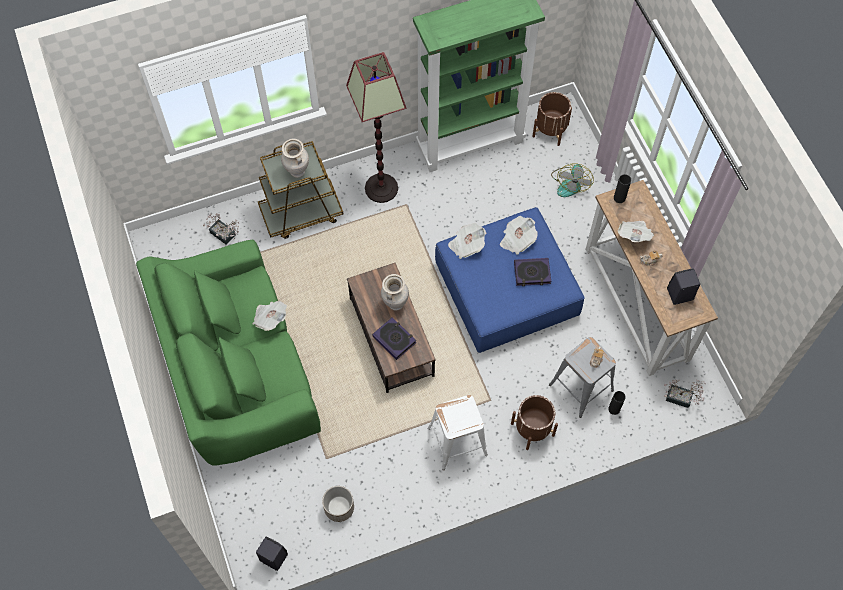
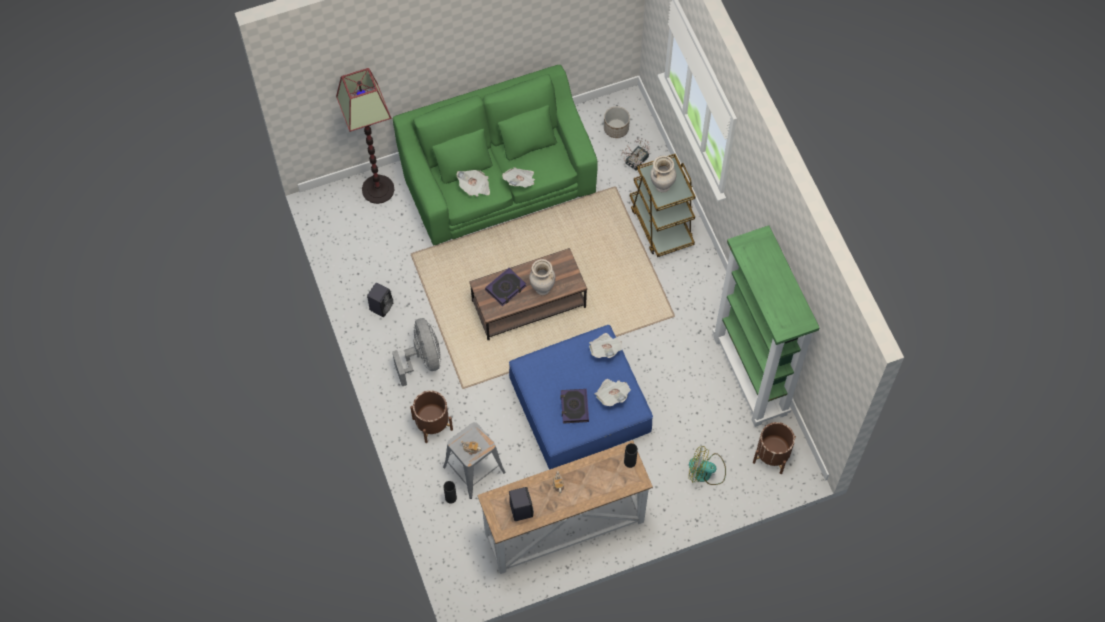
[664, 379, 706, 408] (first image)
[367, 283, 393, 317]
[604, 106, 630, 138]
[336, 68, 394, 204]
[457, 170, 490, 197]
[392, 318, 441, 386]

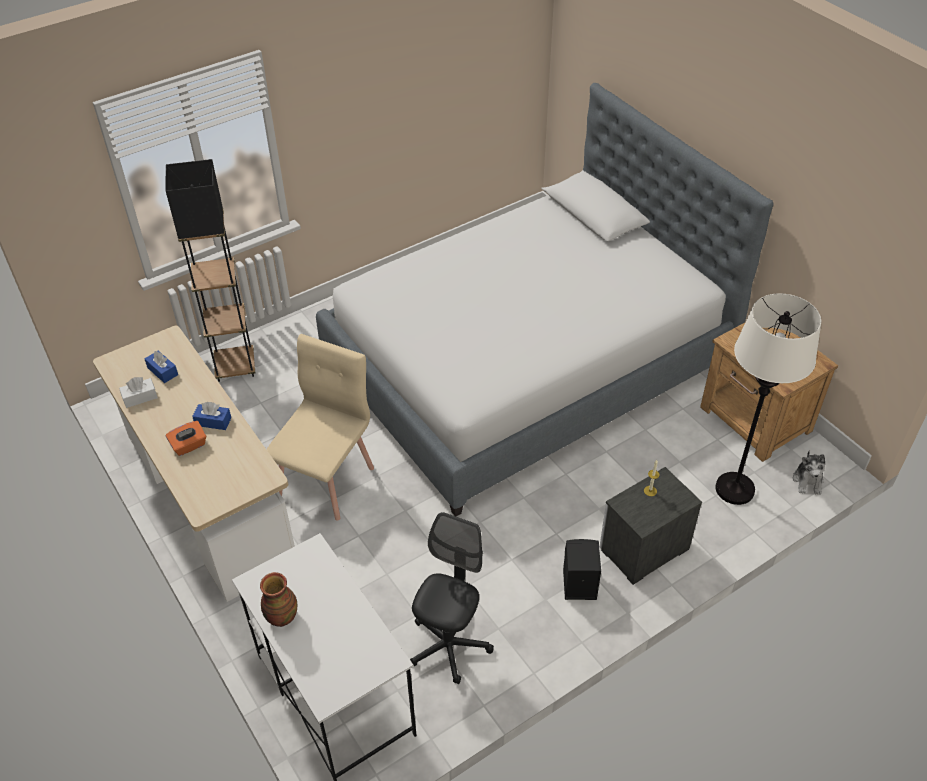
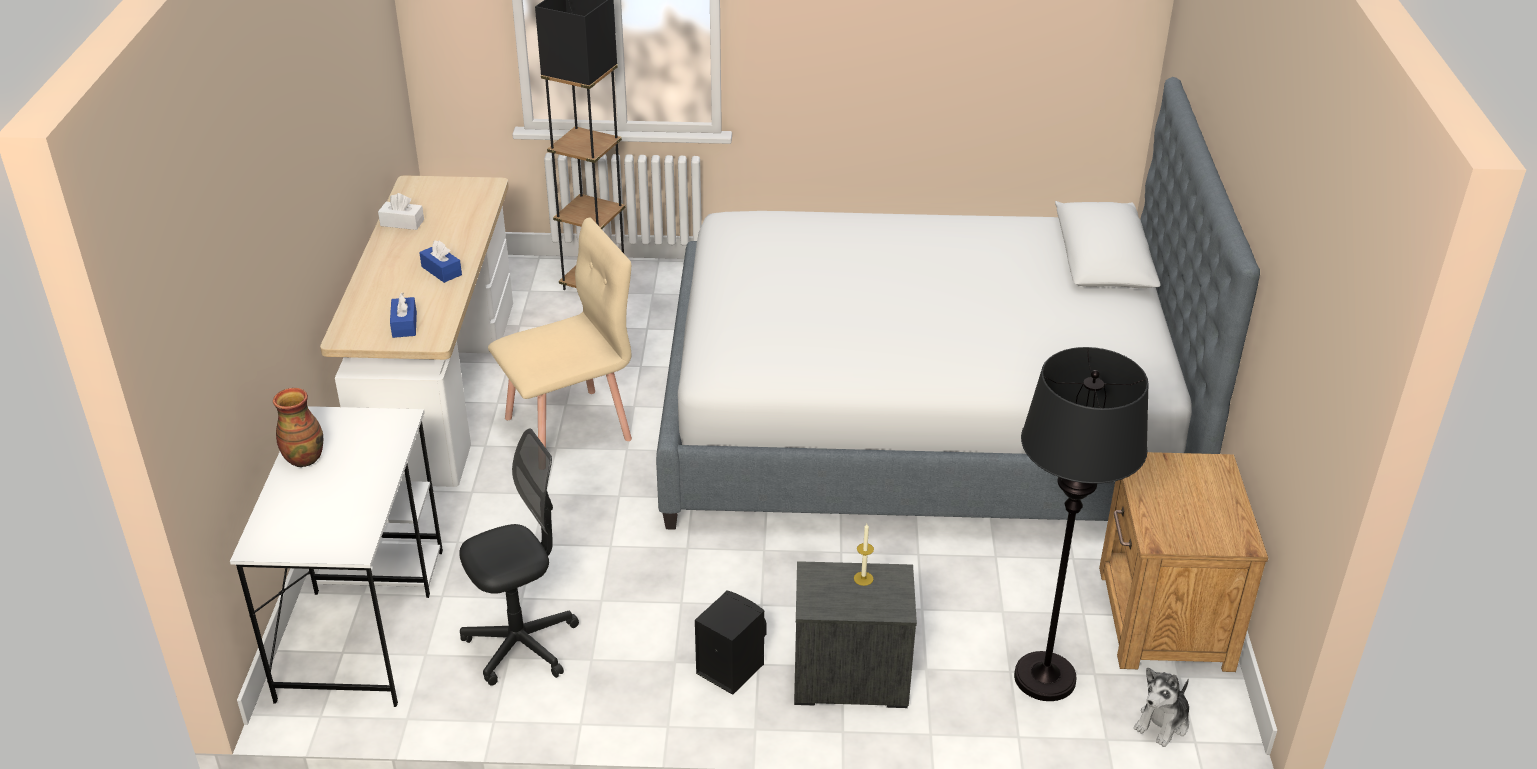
[166, 421, 206, 456] (first image)
[390, 292, 417, 338]
[1014, 347, 1149, 701]

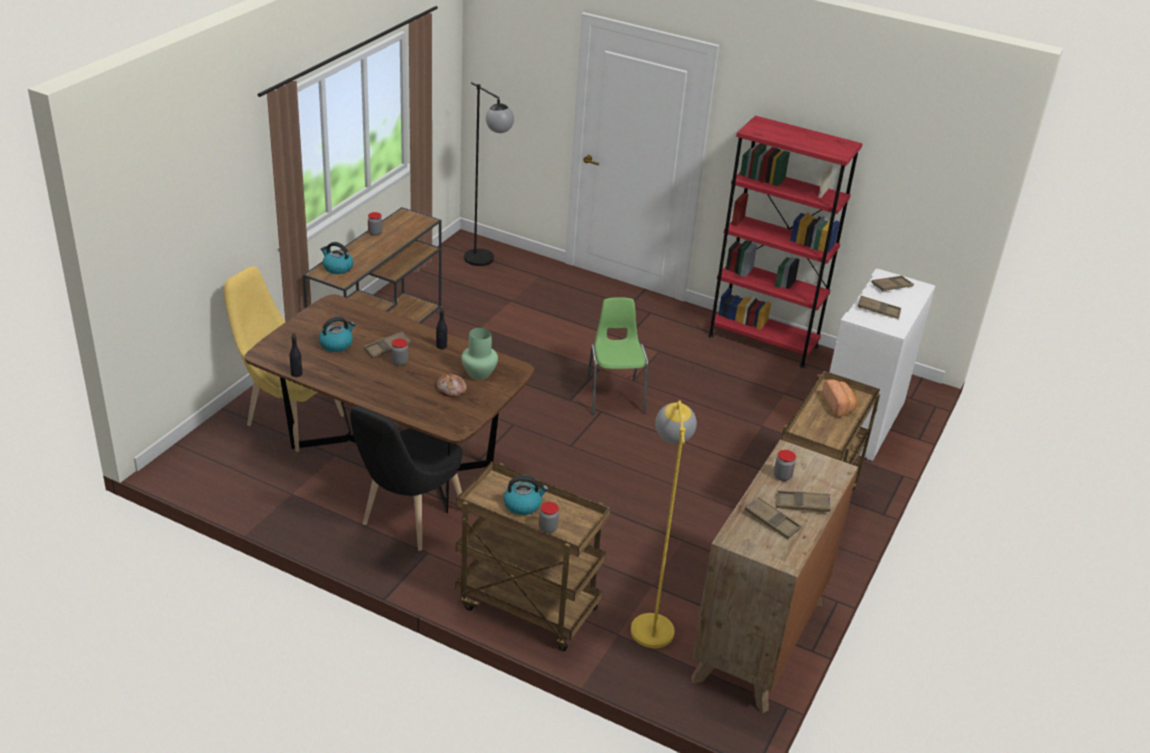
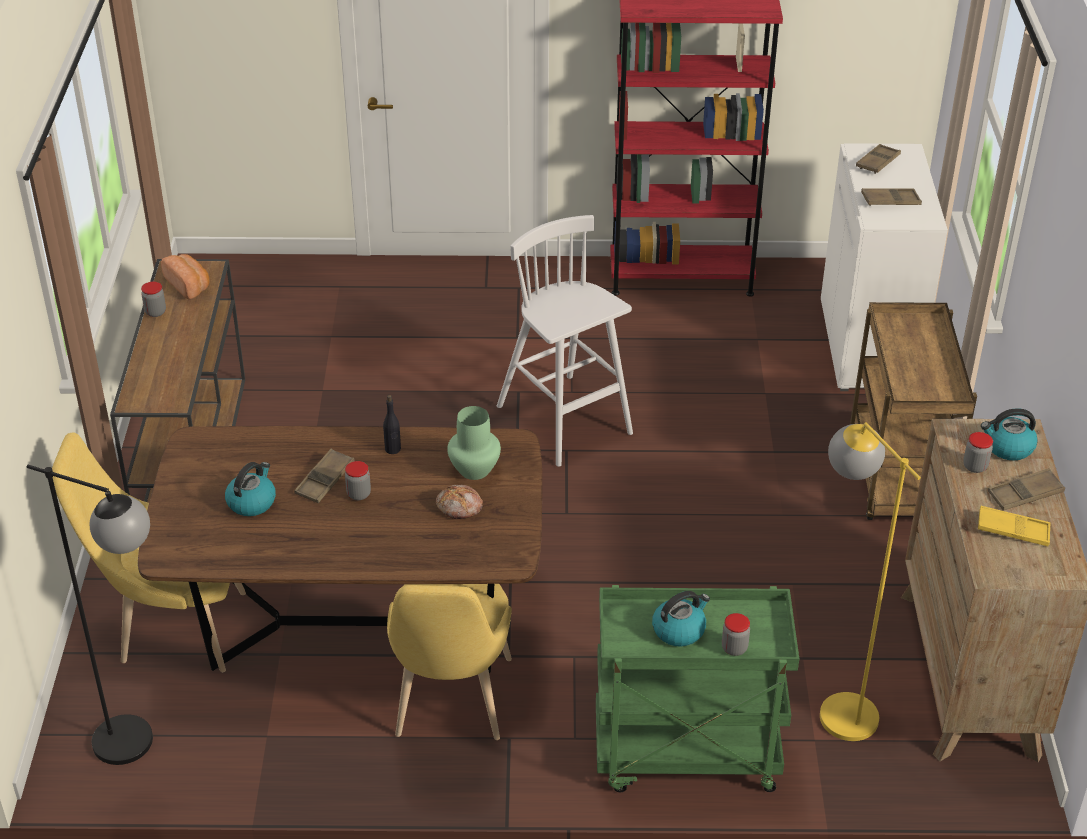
[290, 332, 302, 377] (first image)
[981, 408, 1038, 460]
[27, 465, 153, 765]
[161, 254, 209, 299]
[497, 215, 633, 467]
[387, 584, 512, 740]
[596, 585, 799, 792]
[978, 506, 1051, 546]

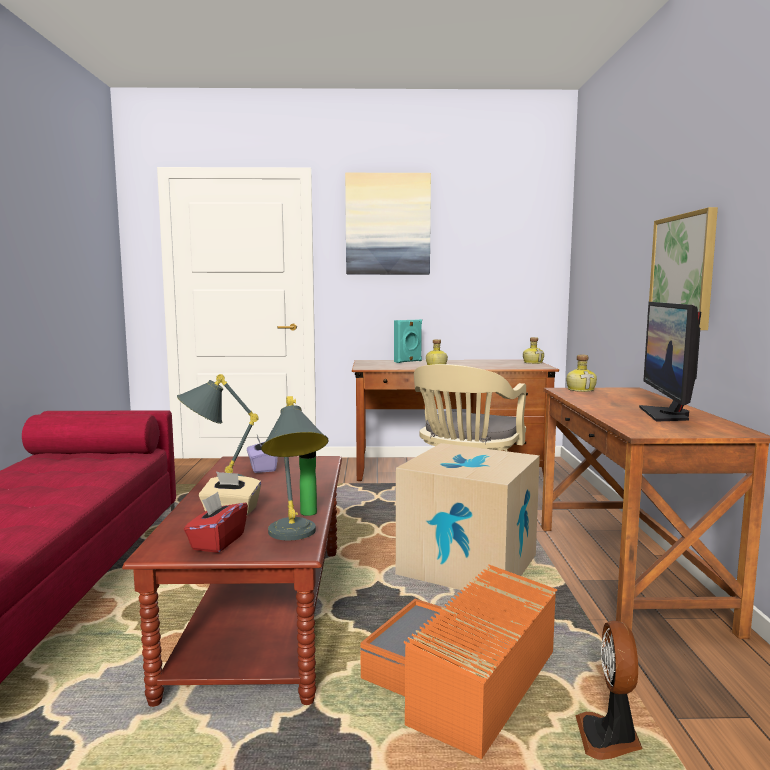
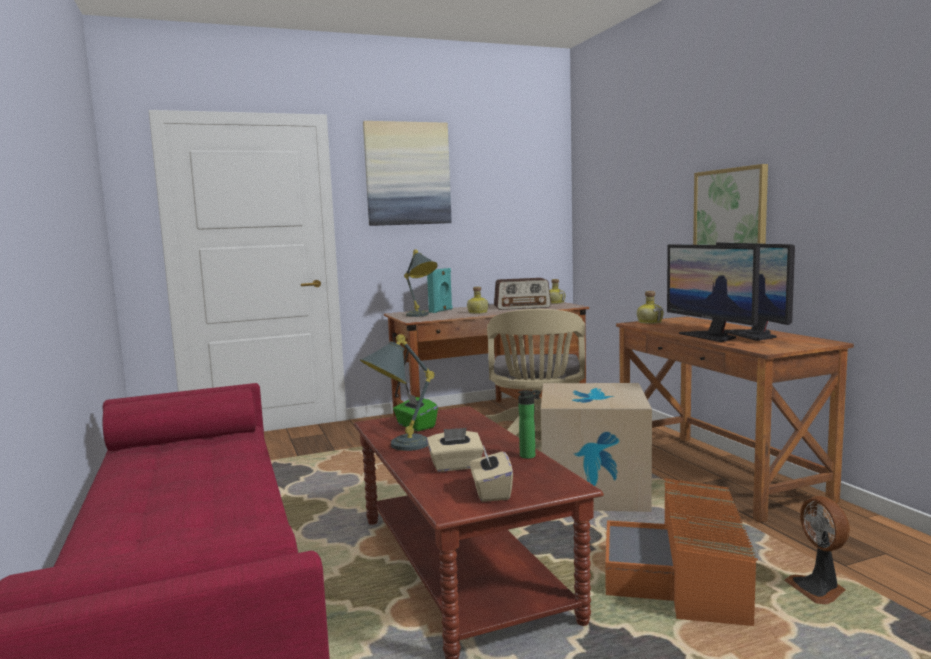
[494, 278, 551, 310]
[667, 244, 760, 342]
[404, 249, 438, 317]
[470, 445, 513, 502]
[393, 393, 438, 431]

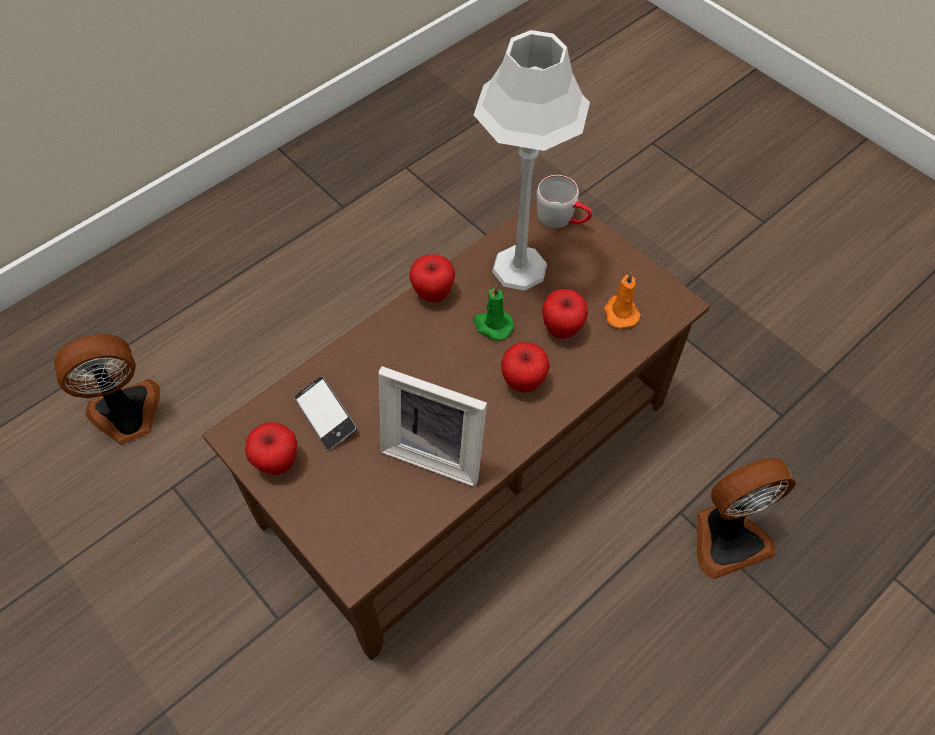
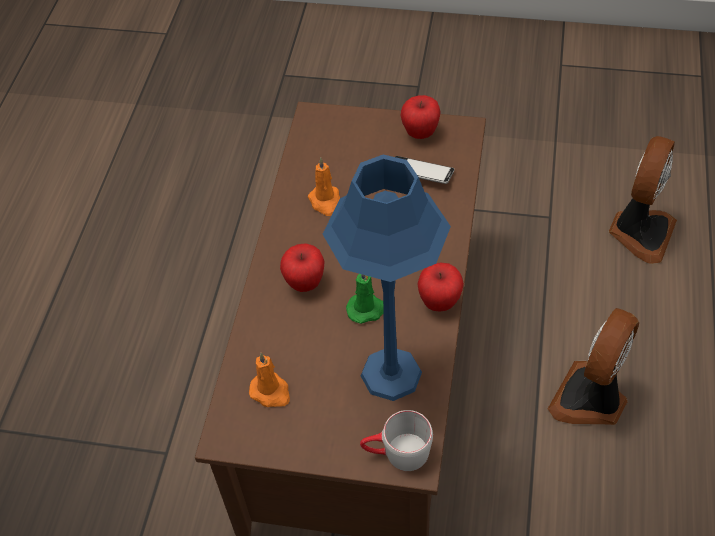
[542, 289, 588, 339] (first image)
[548, 308, 639, 425]
[308, 157, 340, 216]
[323, 155, 451, 401]

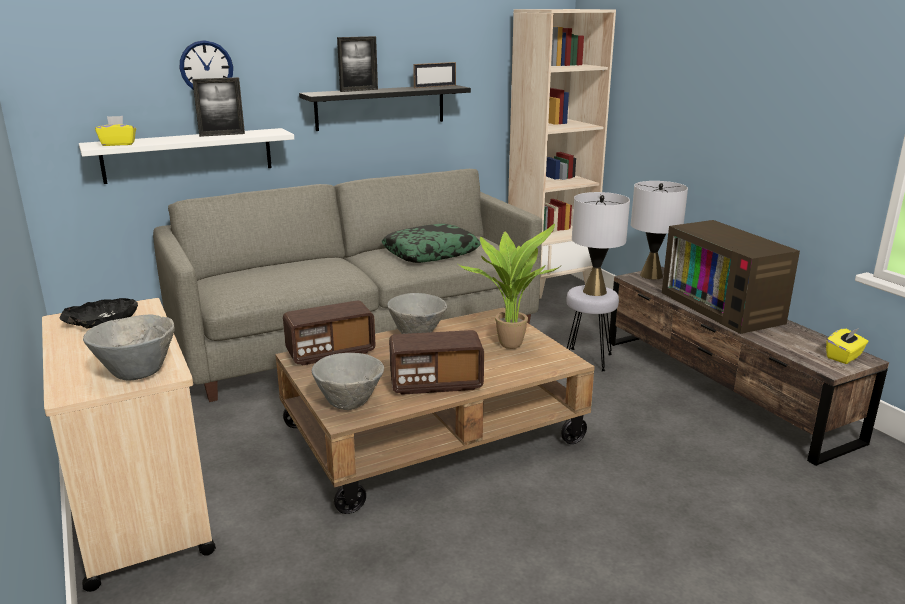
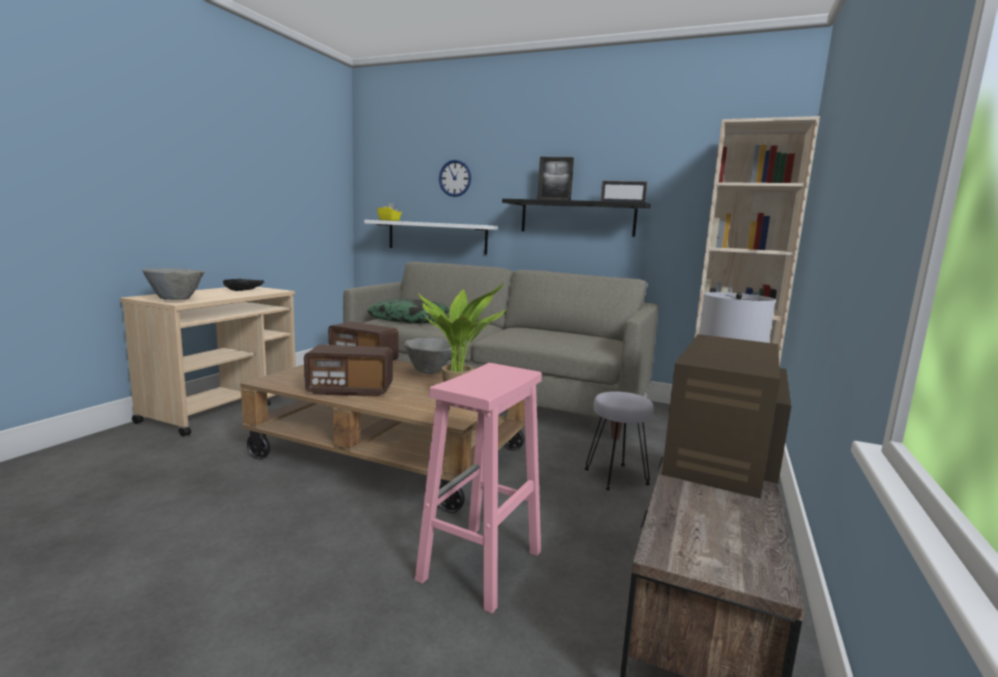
[192, 77, 245, 137] (first image)
[312, 353, 384, 410] (first image)
[572, 192, 630, 296] (first image)
[826, 328, 868, 364] (first image)
[415, 363, 542, 614]
[367, 299, 449, 324]
[304, 345, 393, 397]

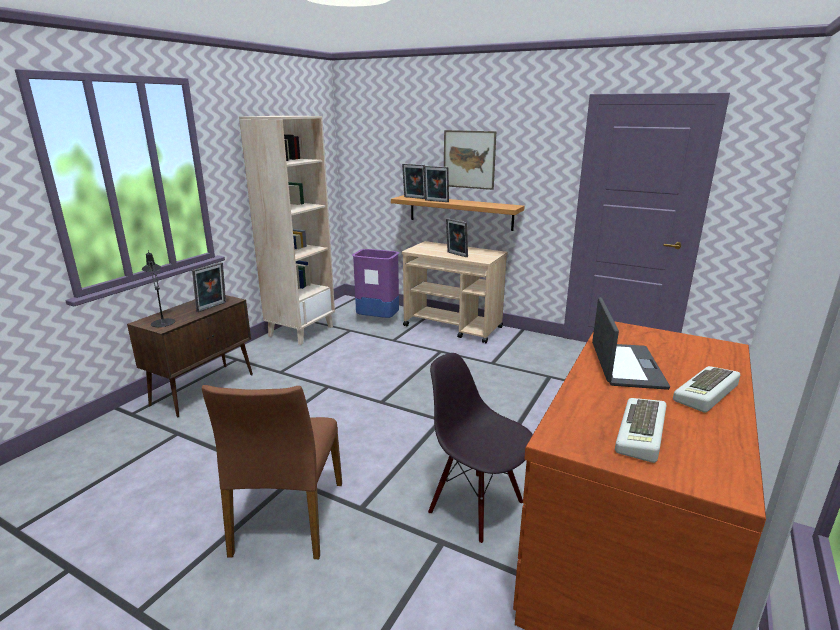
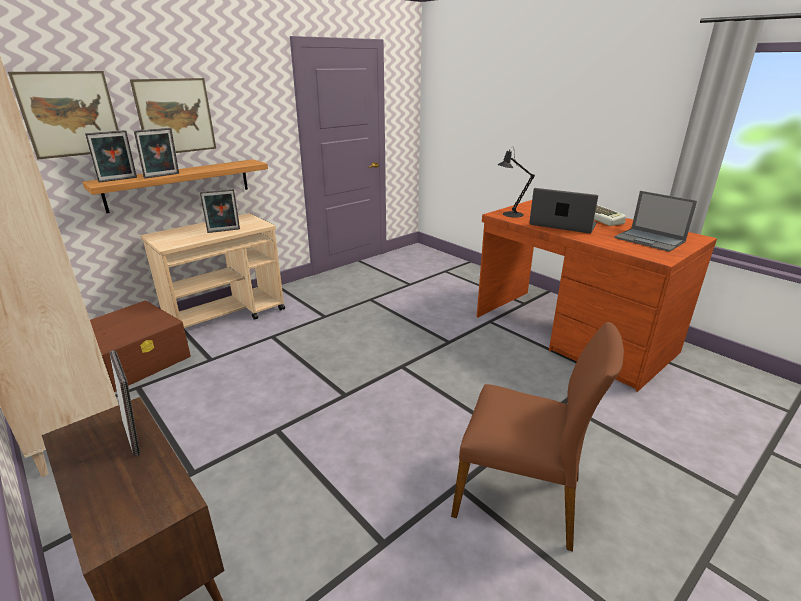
[428, 353, 533, 544] (first image)
[8, 71, 119, 160]
[497, 147, 535, 218]
[90, 301, 191, 392]
[614, 191, 697, 252]

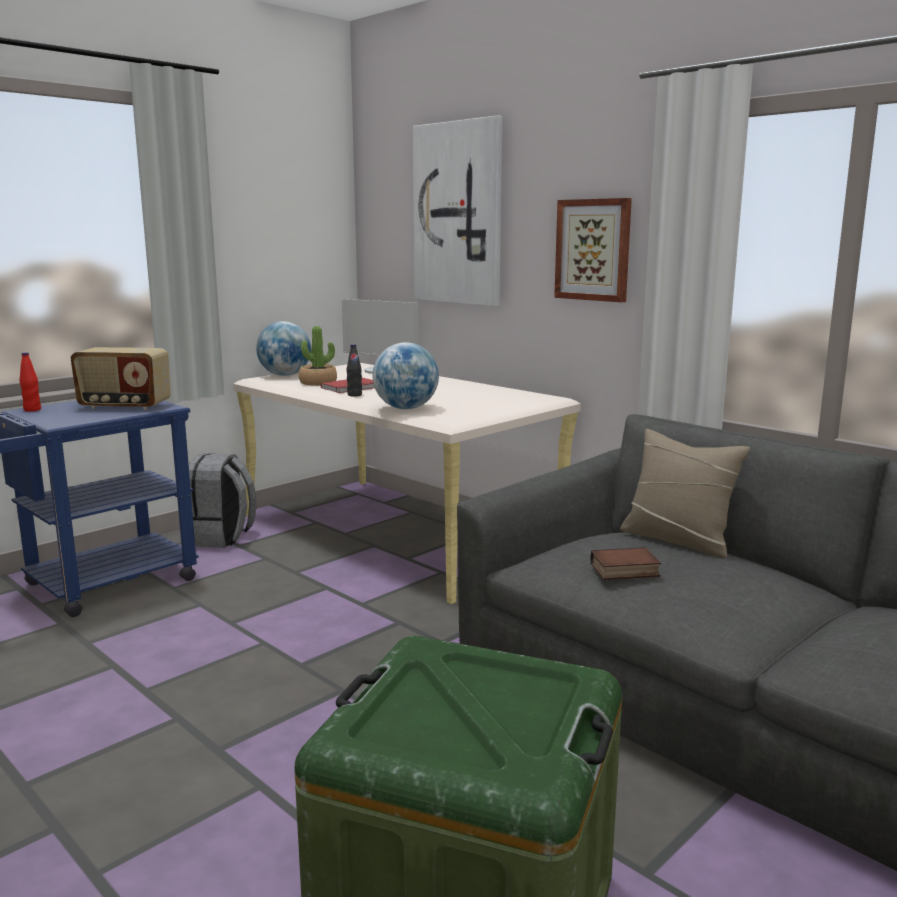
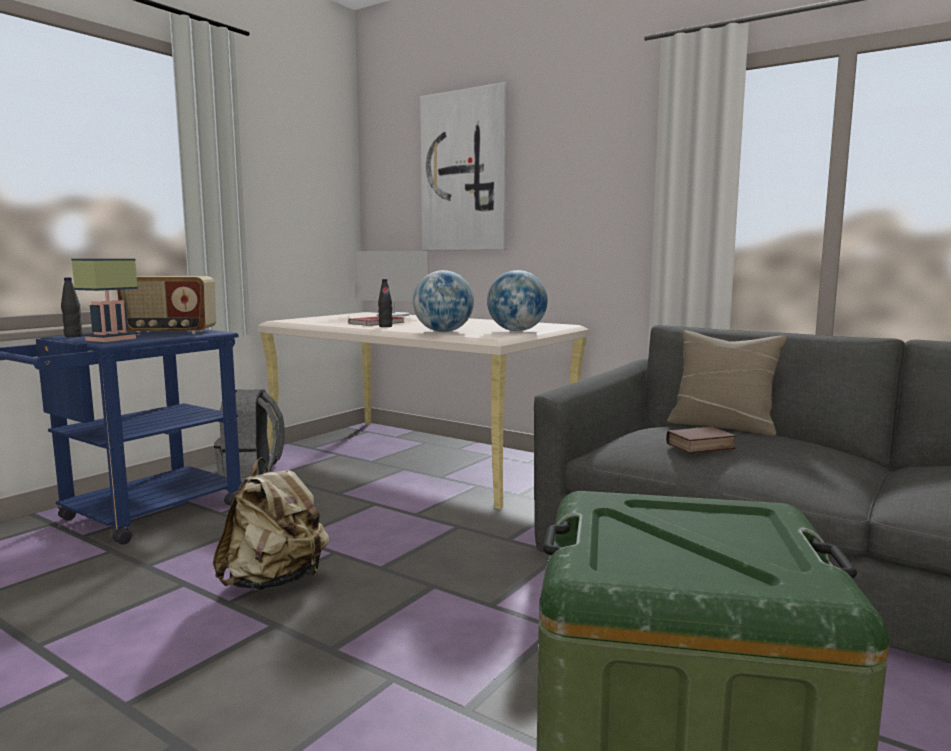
[299, 326, 337, 386] (first image)
[554, 198, 632, 302] (first image)
[71, 259, 140, 342]
[213, 458, 329, 591]
[487, 270, 548, 331]
[61, 277, 83, 337]

